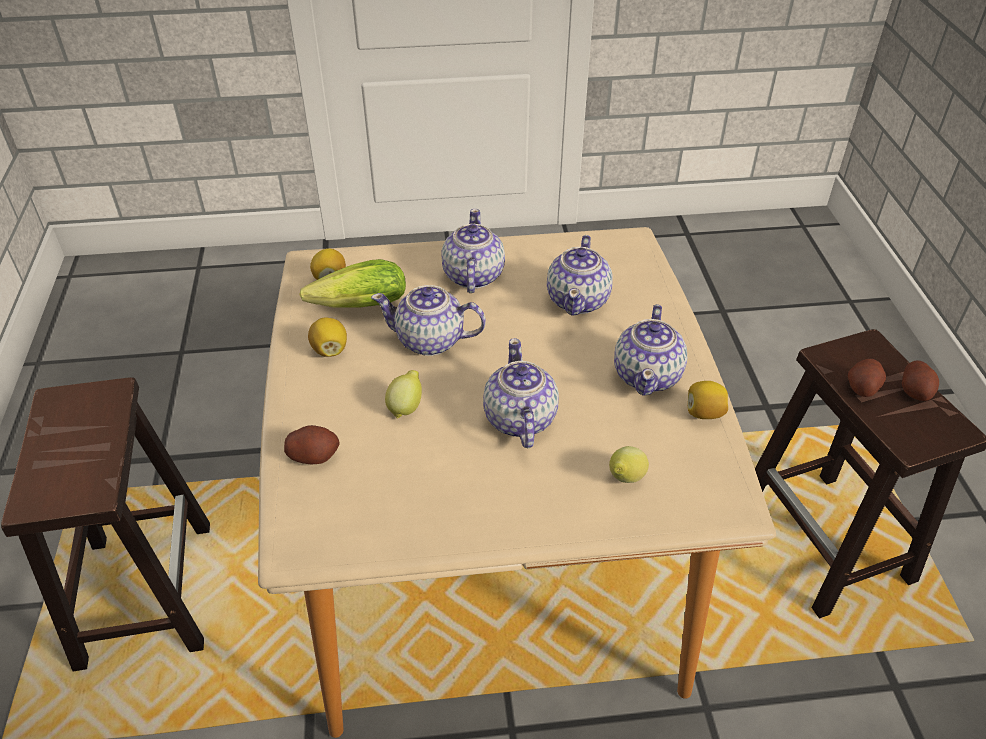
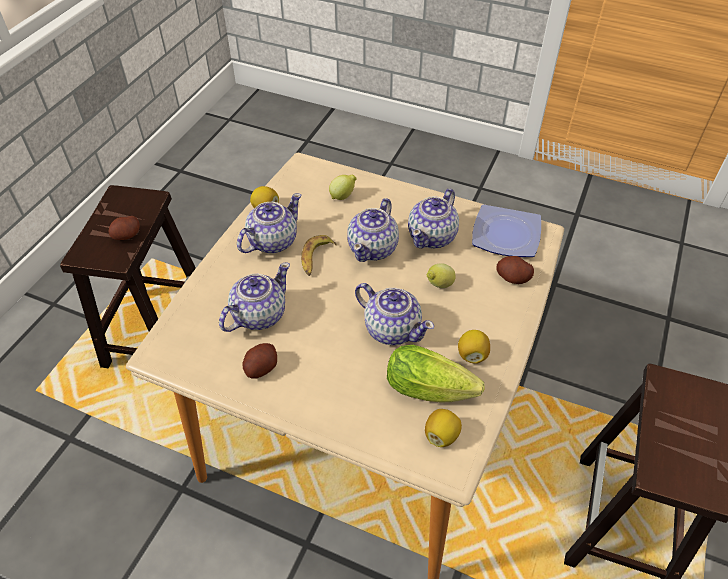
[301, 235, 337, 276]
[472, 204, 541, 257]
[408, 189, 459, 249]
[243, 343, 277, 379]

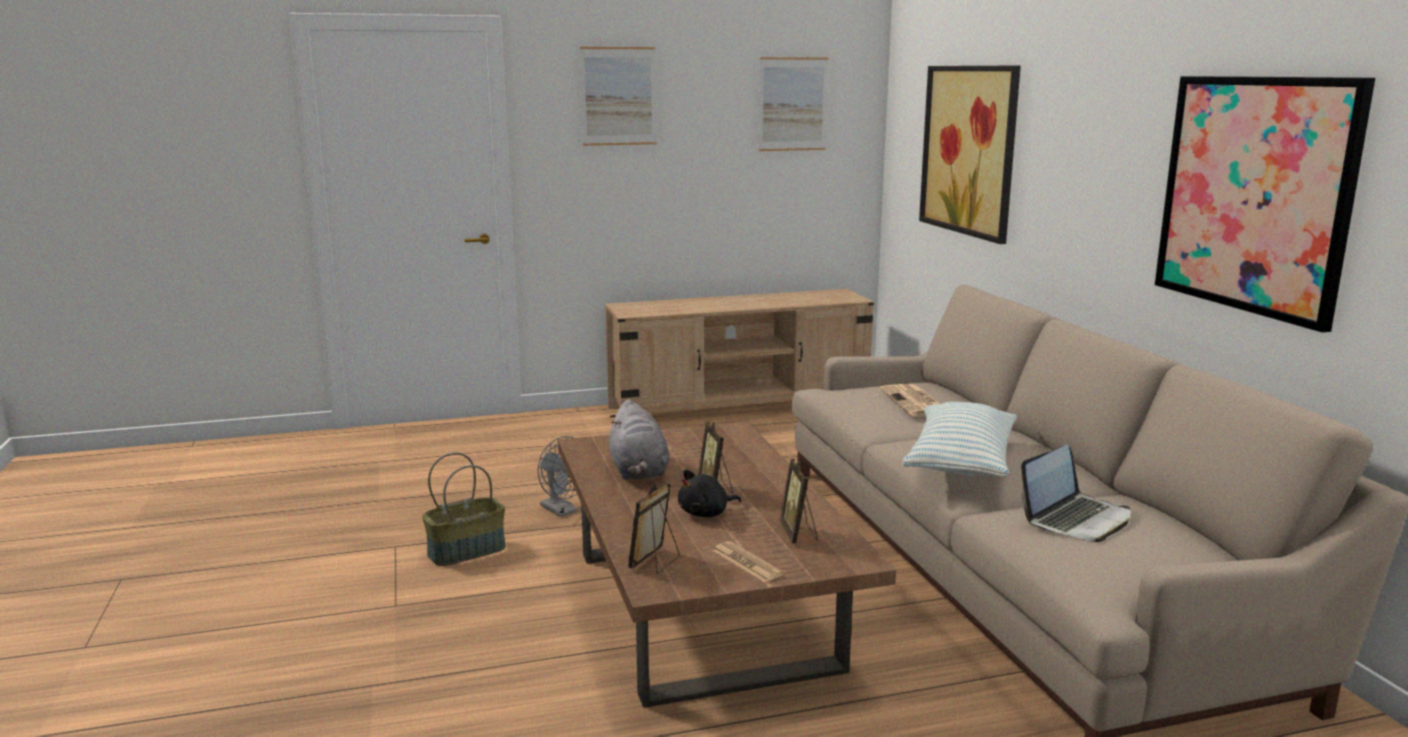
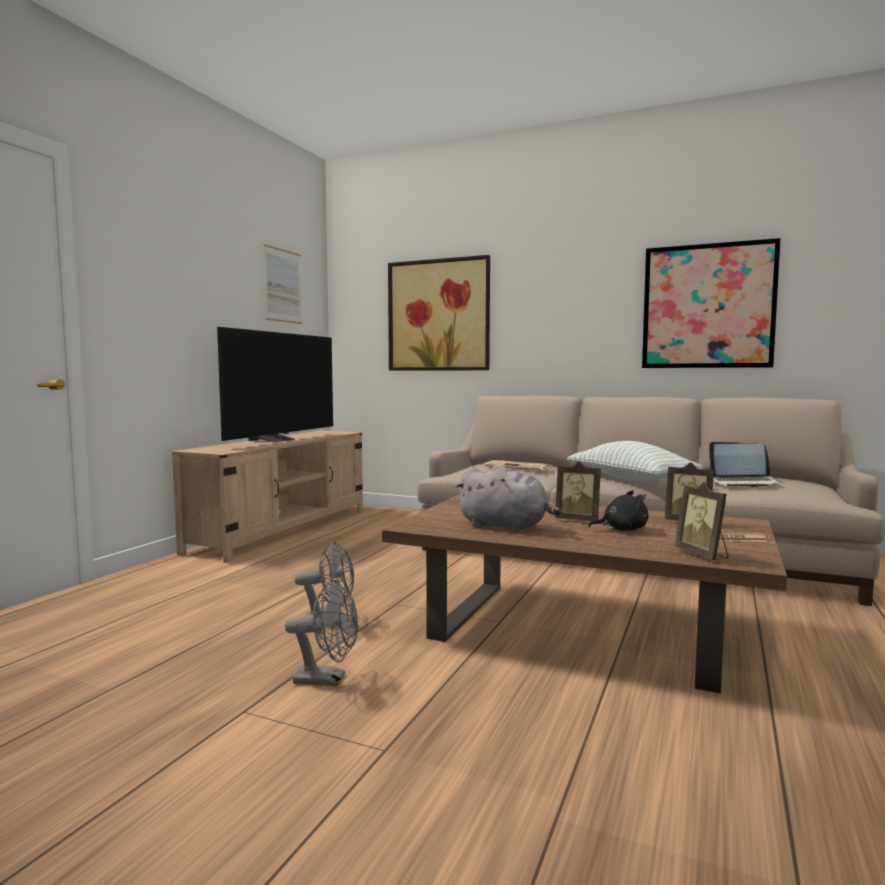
[580, 47, 656, 146] (first image)
[217, 327, 333, 442]
[285, 580, 358, 686]
[588, 490, 648, 531]
[708, 442, 783, 487]

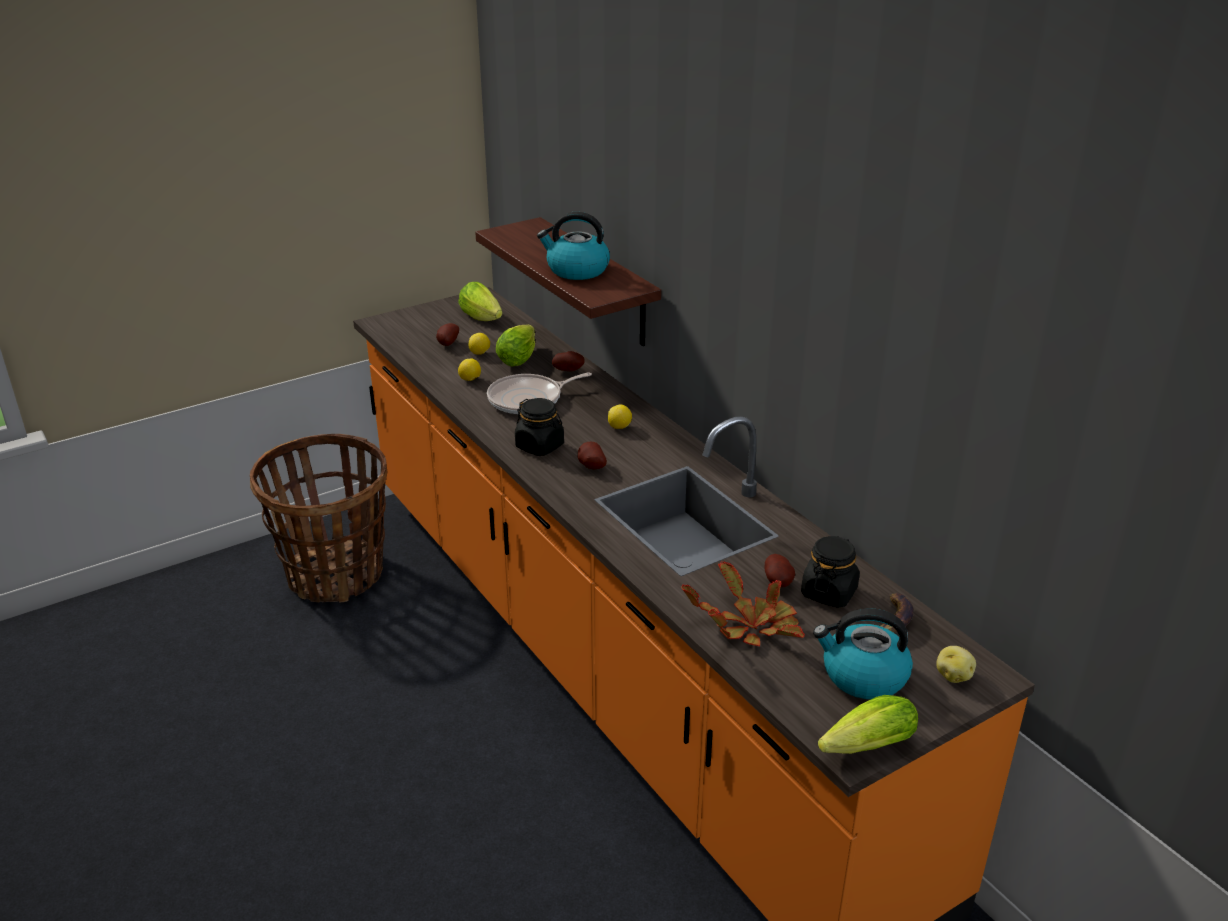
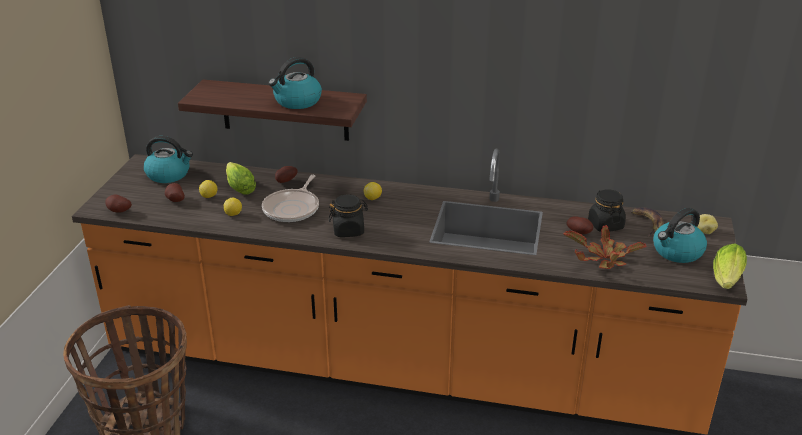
[105, 195, 132, 212]
[144, 136, 193, 183]

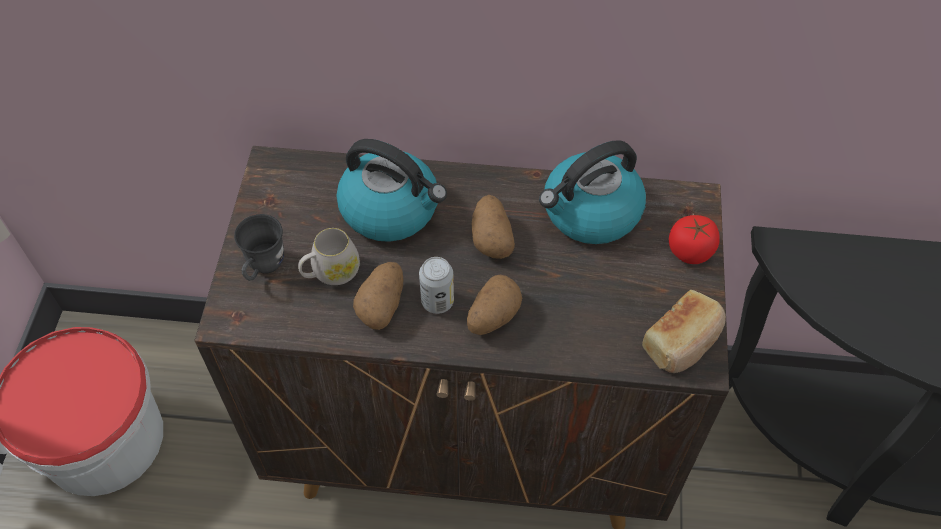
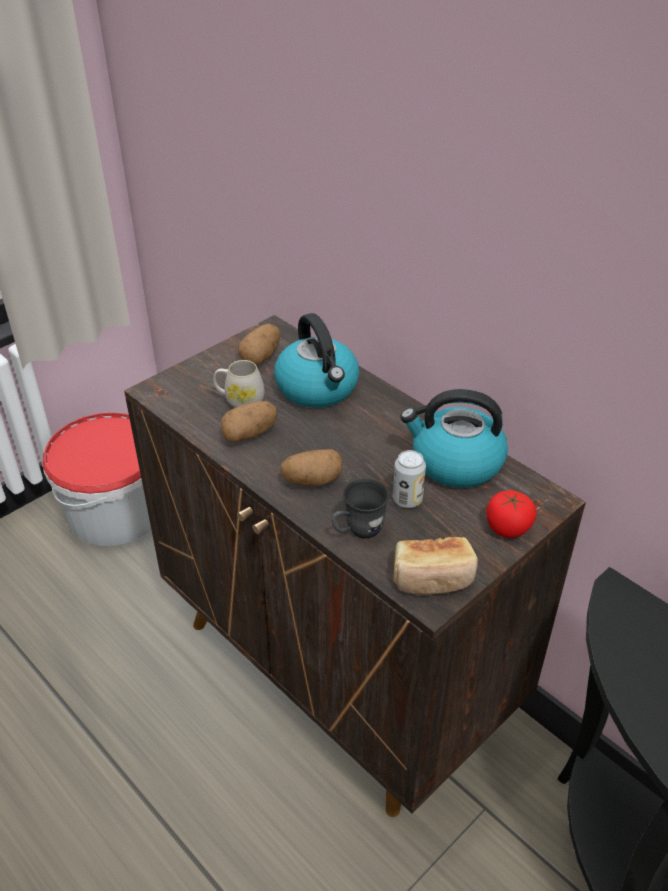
[332, 478, 390, 539]
[393, 450, 426, 508]
[238, 324, 280, 365]

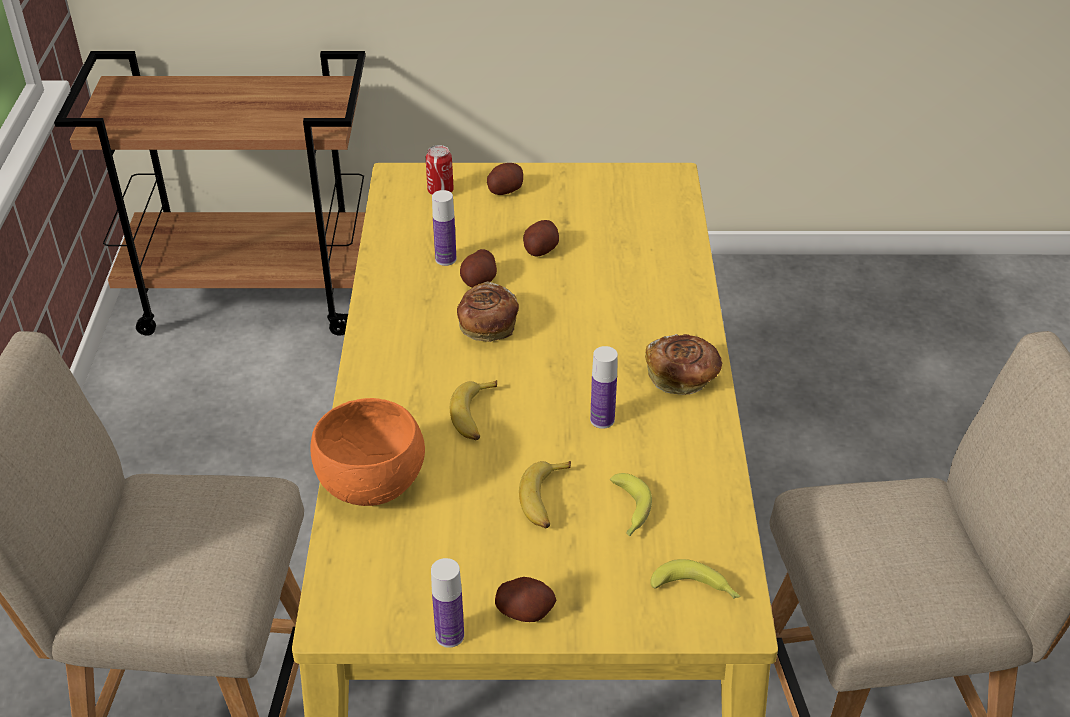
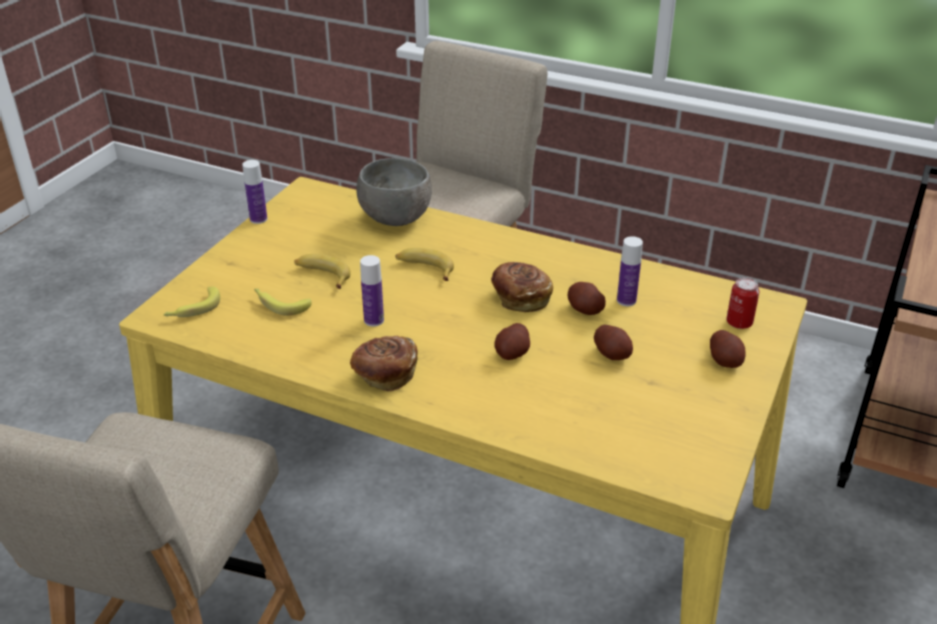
[495, 323, 530, 360]
[356, 158, 432, 226]

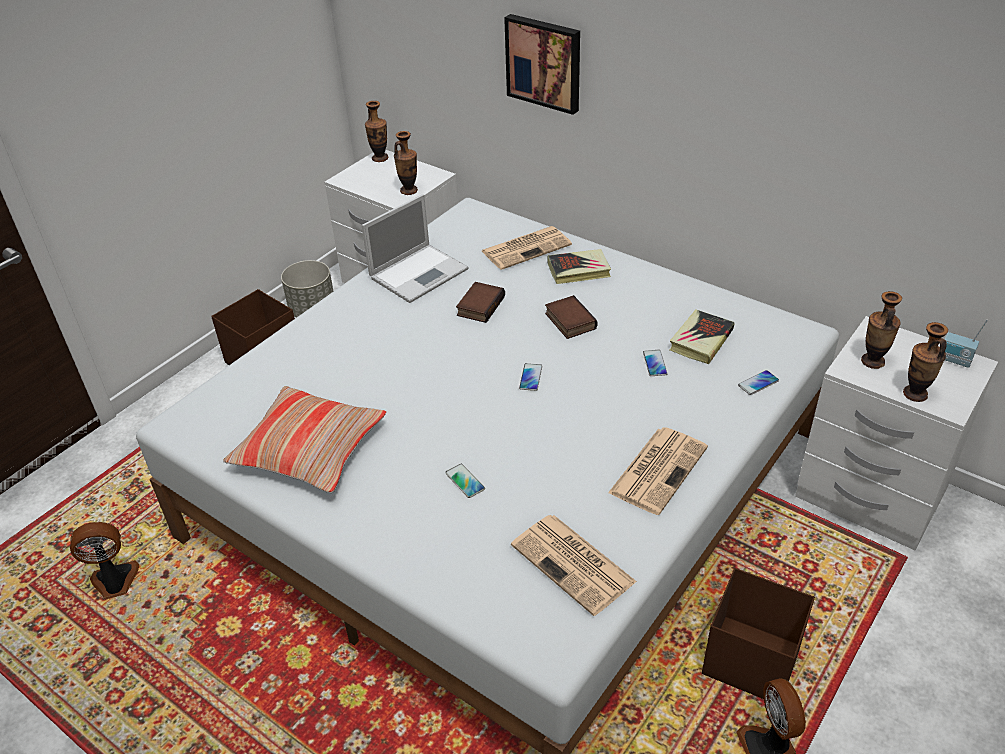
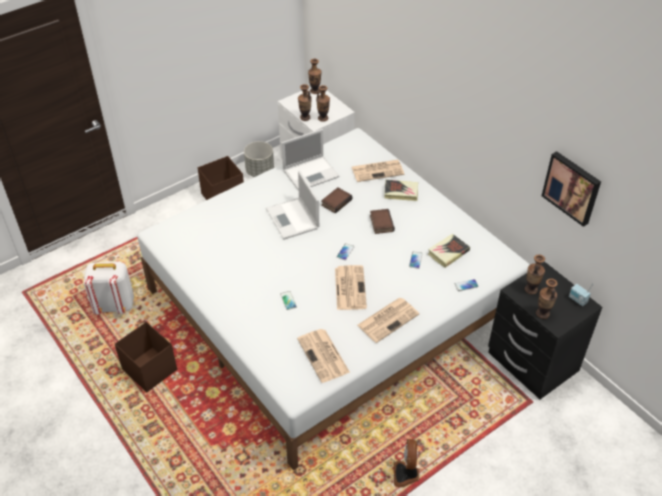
[223, 386, 386, 493] (first image)
[266, 171, 319, 240]
[298, 84, 312, 121]
[335, 265, 367, 310]
[542, 151, 601, 227]
[115, 322, 177, 392]
[84, 261, 134, 314]
[488, 262, 602, 399]

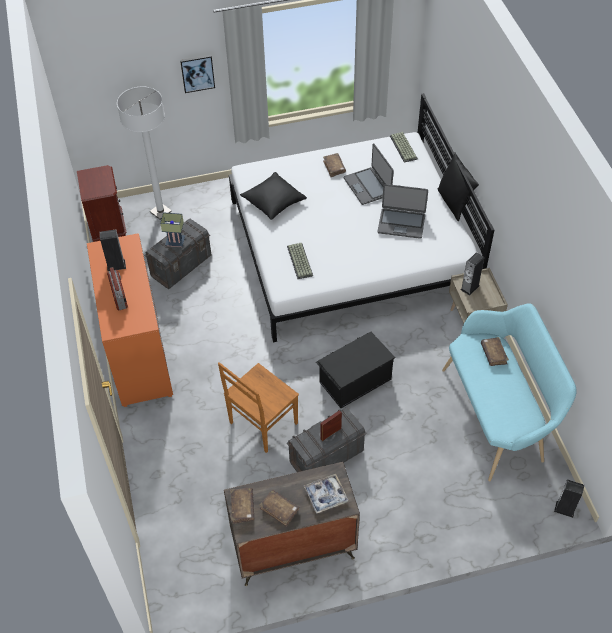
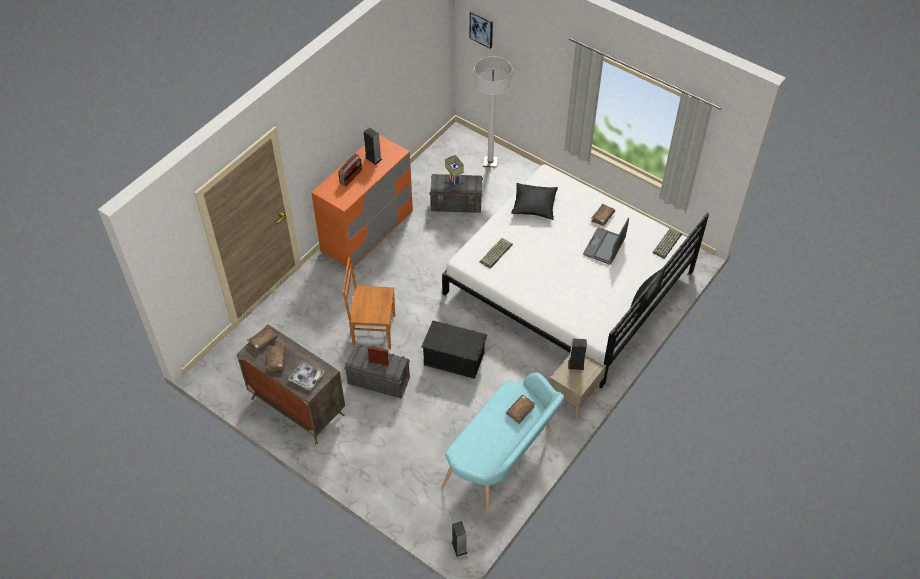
[77, 165, 127, 242] (first image)
[377, 184, 428, 239] (first image)
[470, 11, 493, 49]

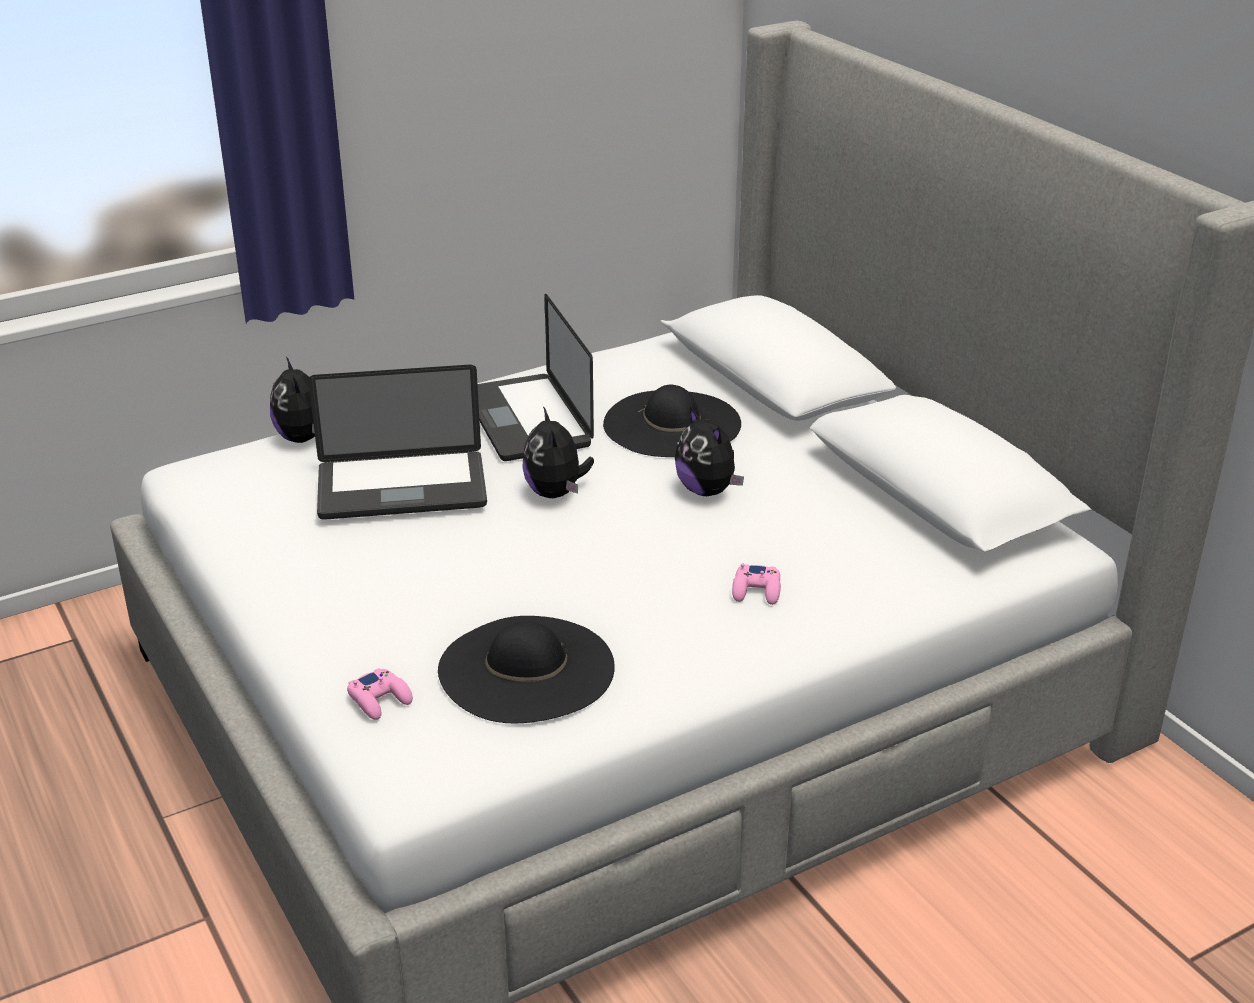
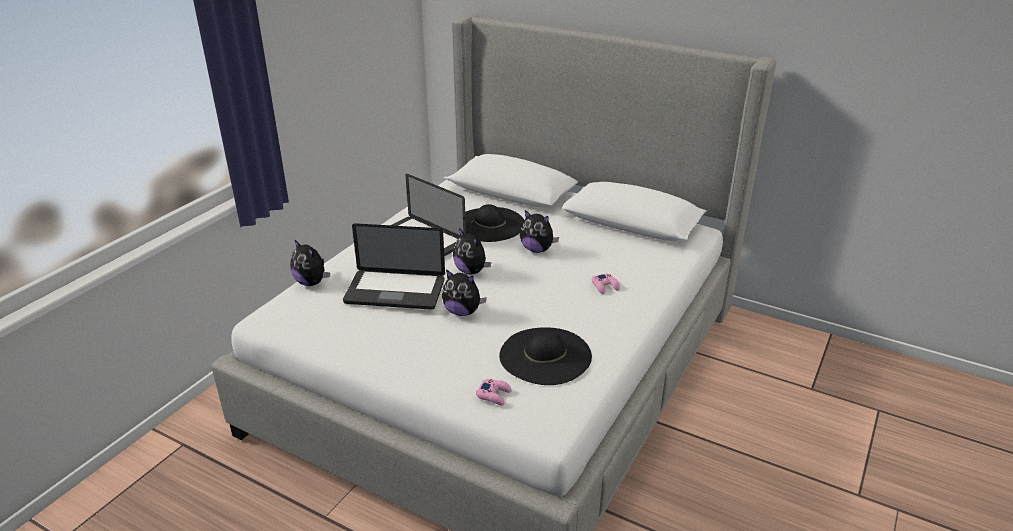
[442, 269, 487, 316]
[343, 223, 445, 310]

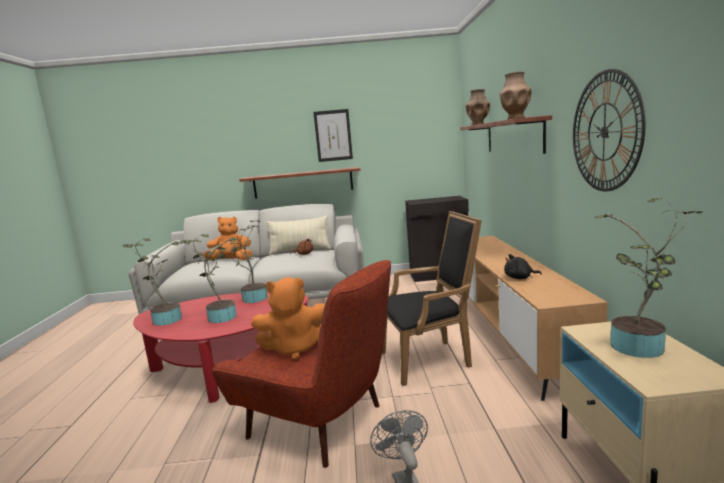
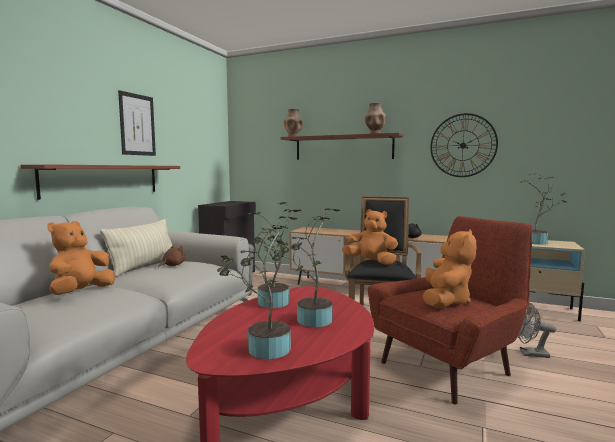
[342, 209, 398, 265]

